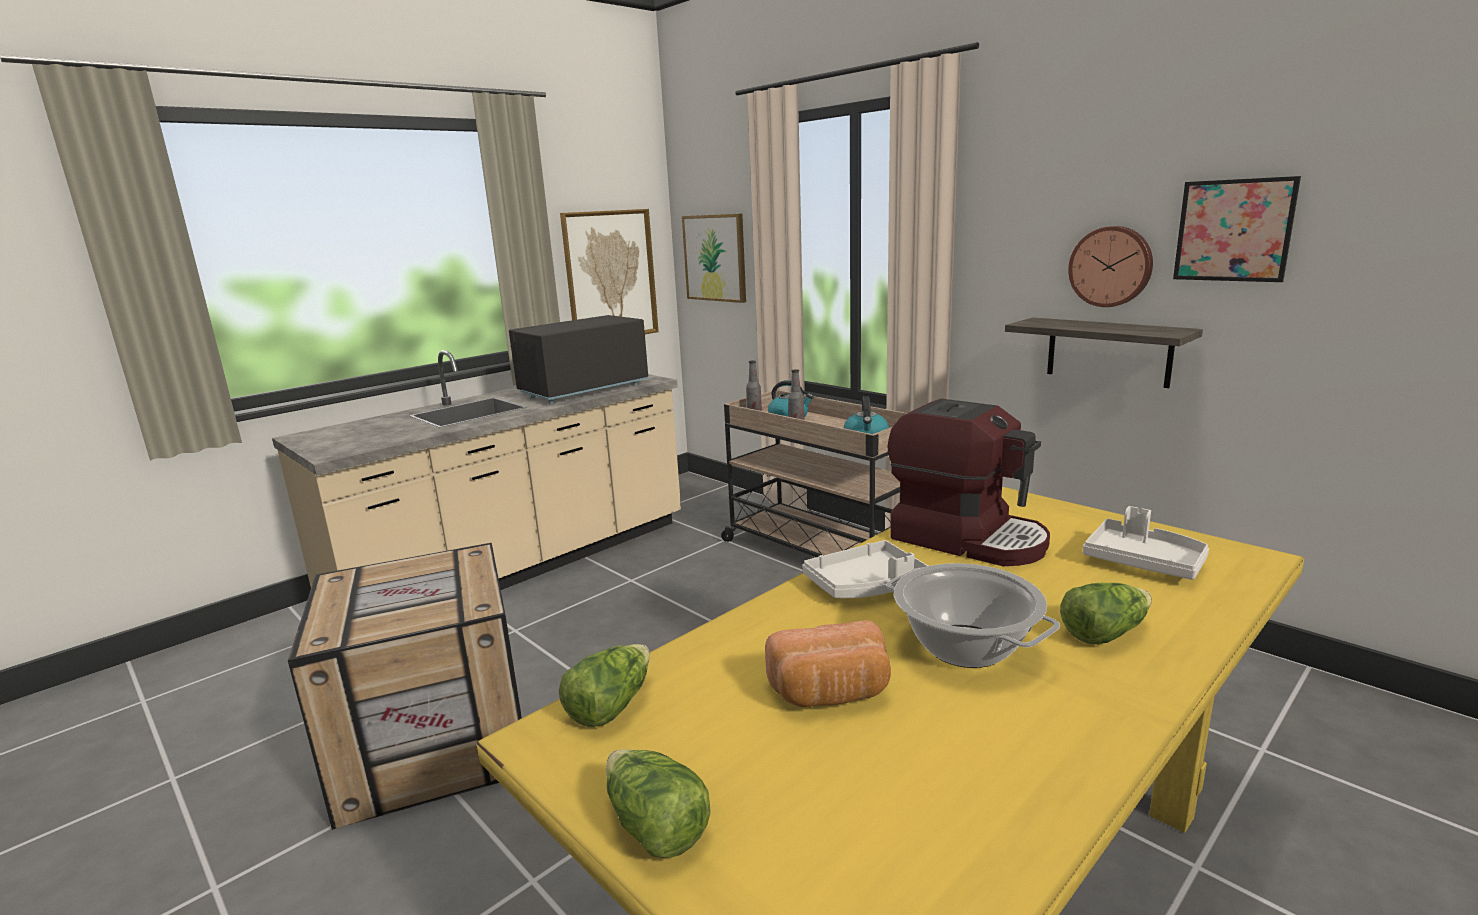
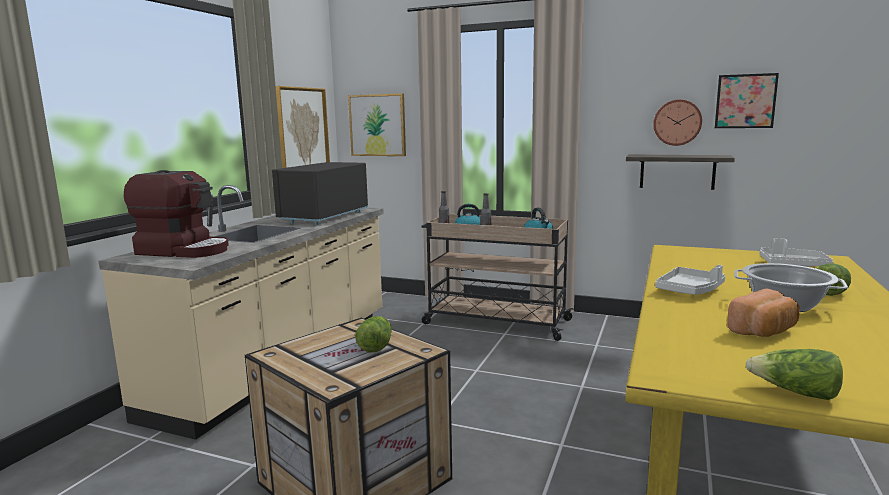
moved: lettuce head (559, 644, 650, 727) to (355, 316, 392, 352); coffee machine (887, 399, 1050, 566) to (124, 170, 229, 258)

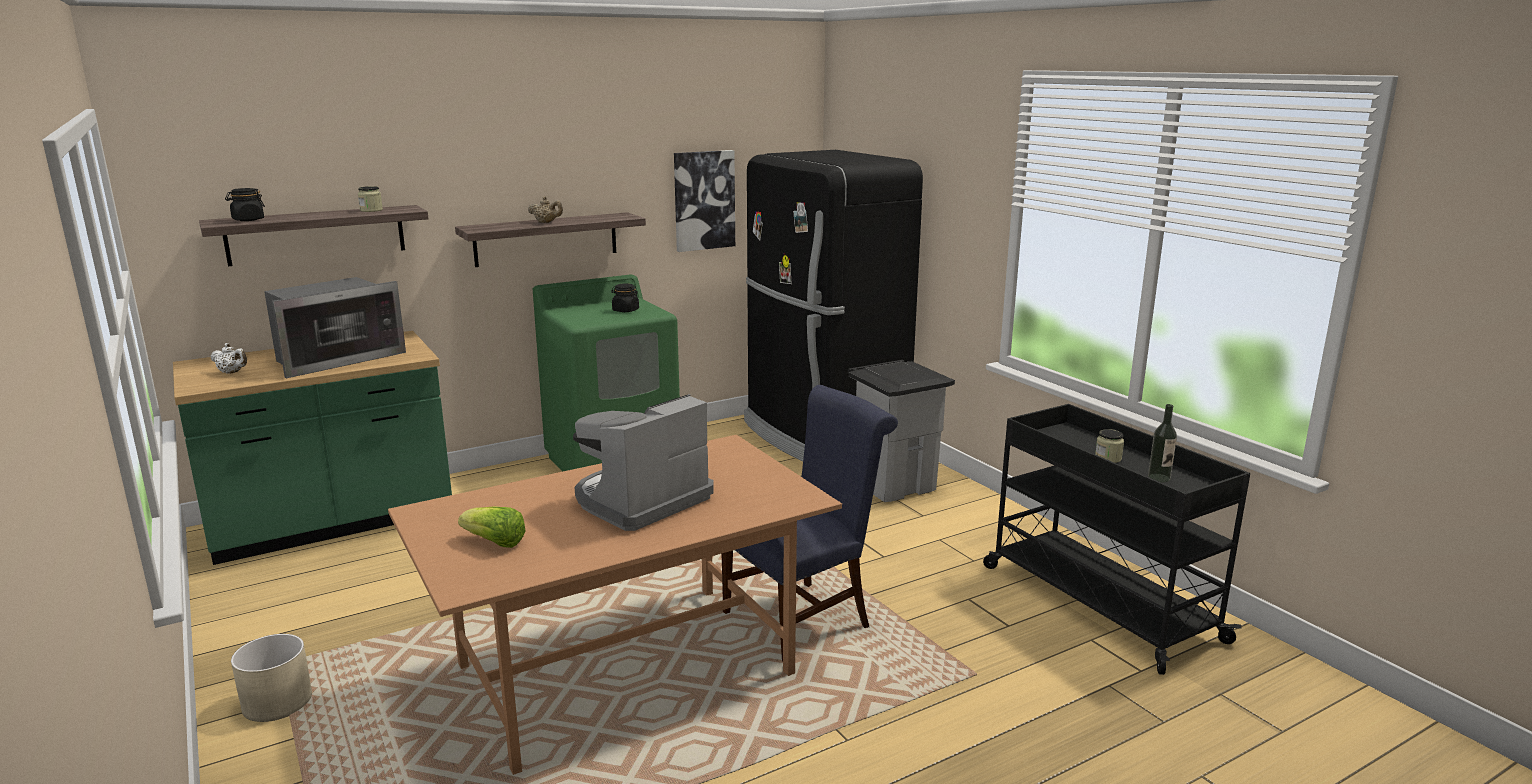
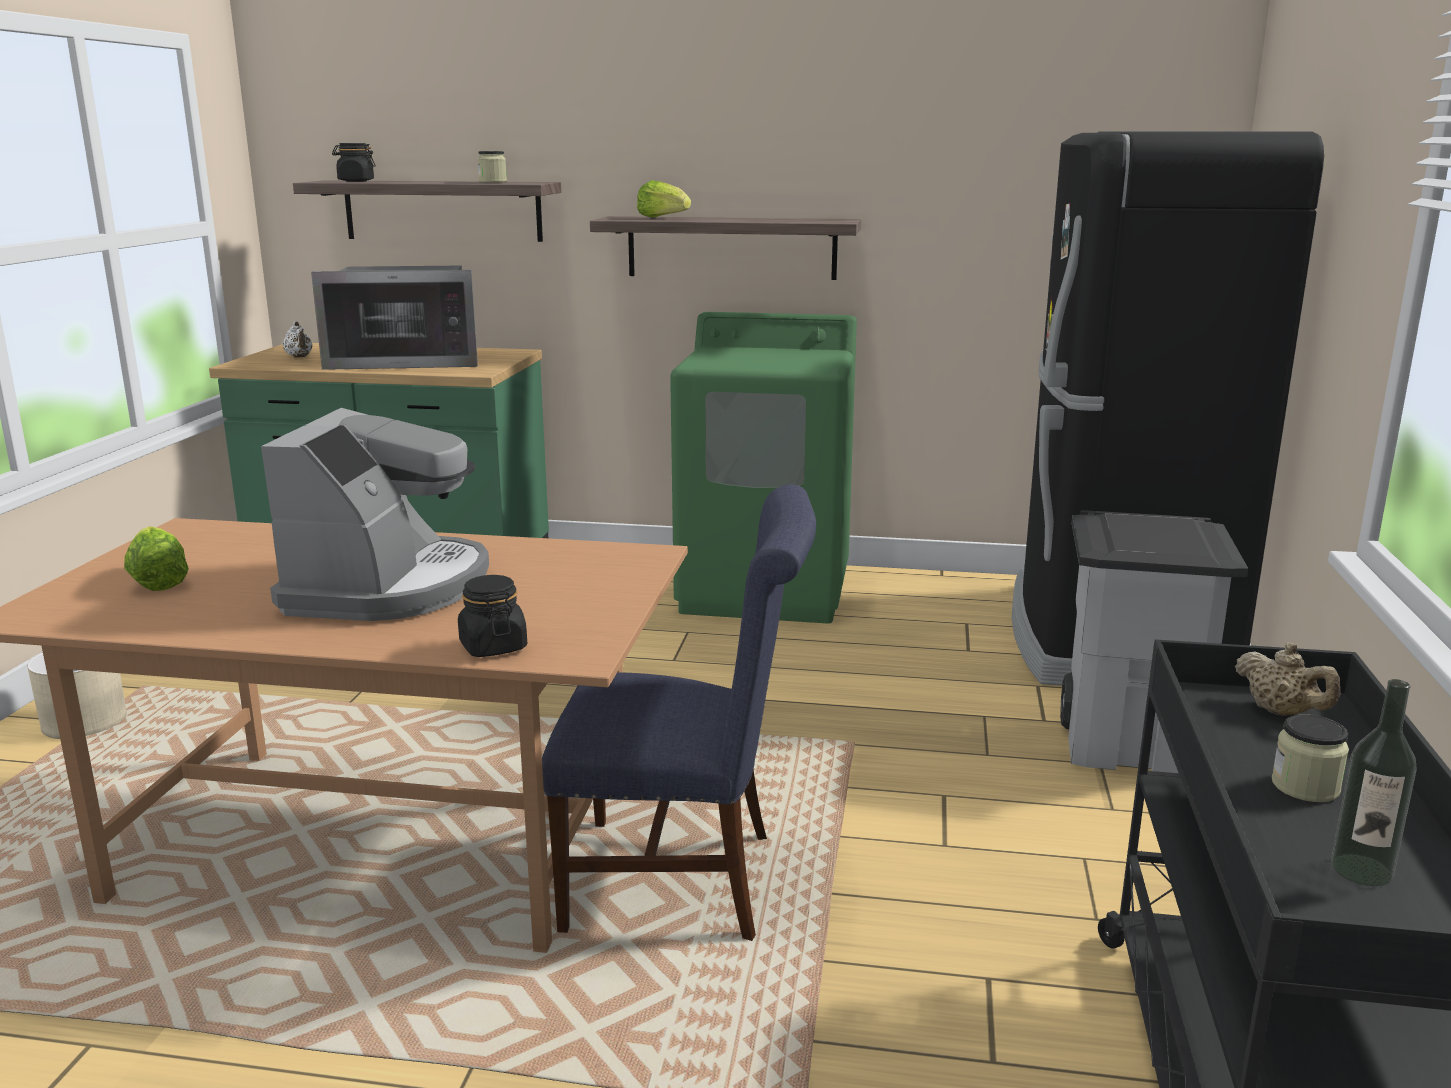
removed: picture (674, 150, 735, 252)
added: lettuce head (637, 180, 691, 218)
moved: sand-coloured tea pot (528, 196, 563, 223) to (1235, 642, 1341, 716); blackish storage jar (611, 283, 639, 312) to (458, 575, 527, 657)
turned: coffee machine (573, 394, 714, 531) = (261, 408, 489, 621) 105 degrees clockwise

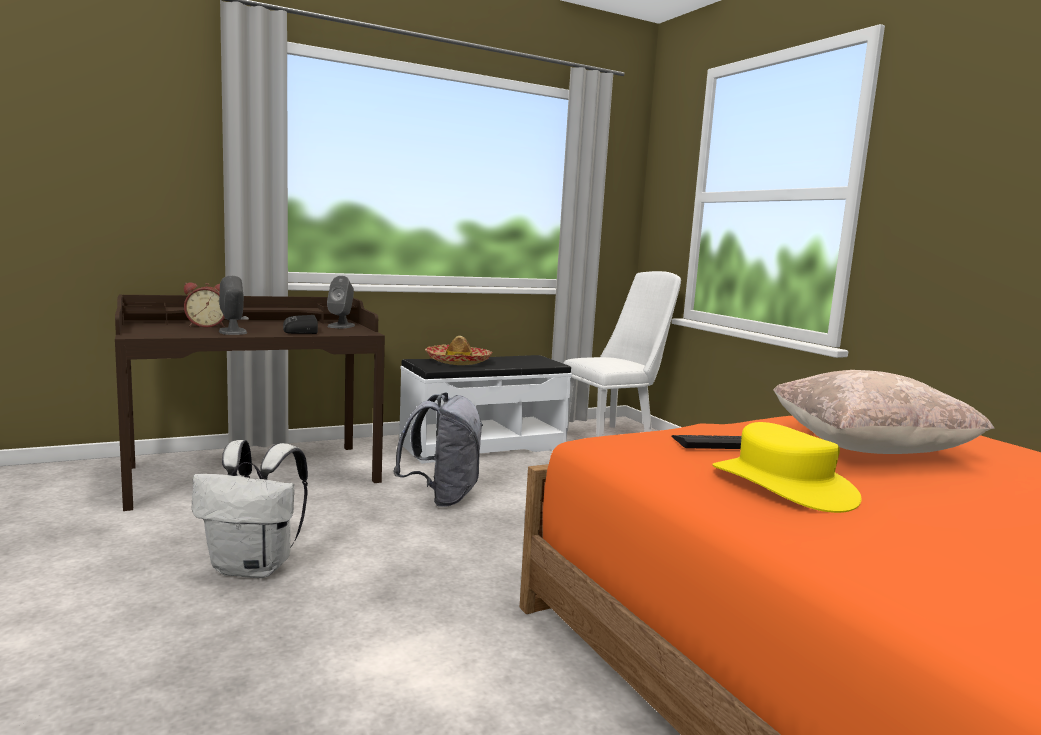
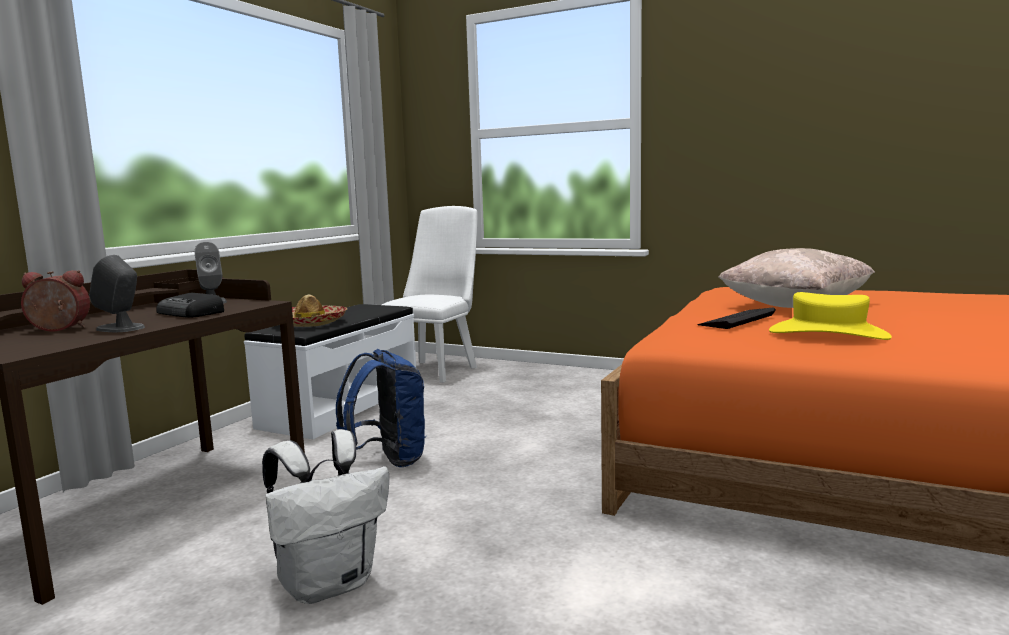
recoloured: gray rucksack (393, 392, 483, 507) to blue rucksack (336, 349, 426, 467)
turned: table clock (184, 282, 225, 327) = (21, 270, 90, 332) 135 degrees counterclockwise

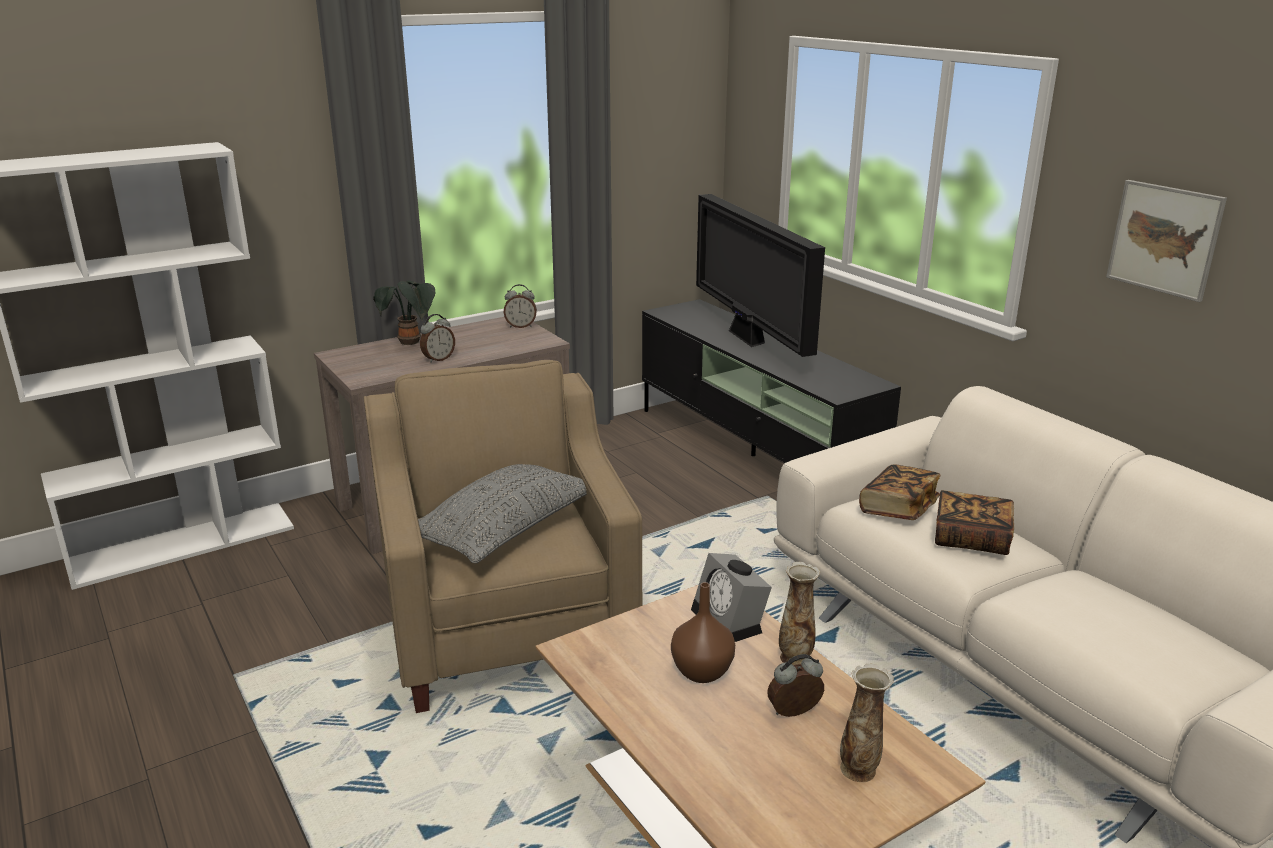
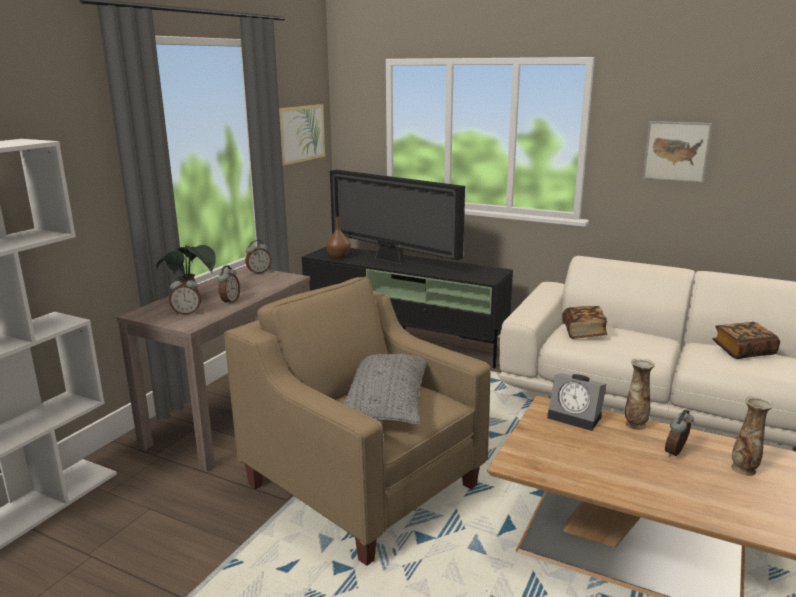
added: table clock (169, 275, 201, 315); picture (279, 104, 325, 166)
moved: brownish flower vase (671, 582, 735, 683) to (326, 217, 351, 258); bound book (935, 490, 1014, 555) to (713, 322, 780, 359)

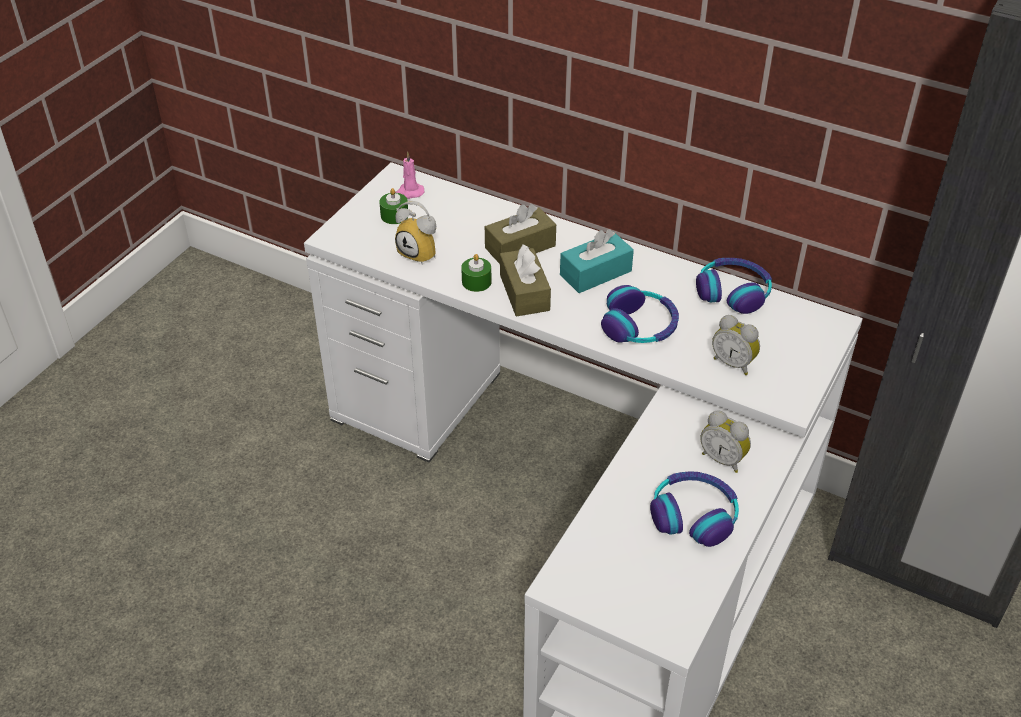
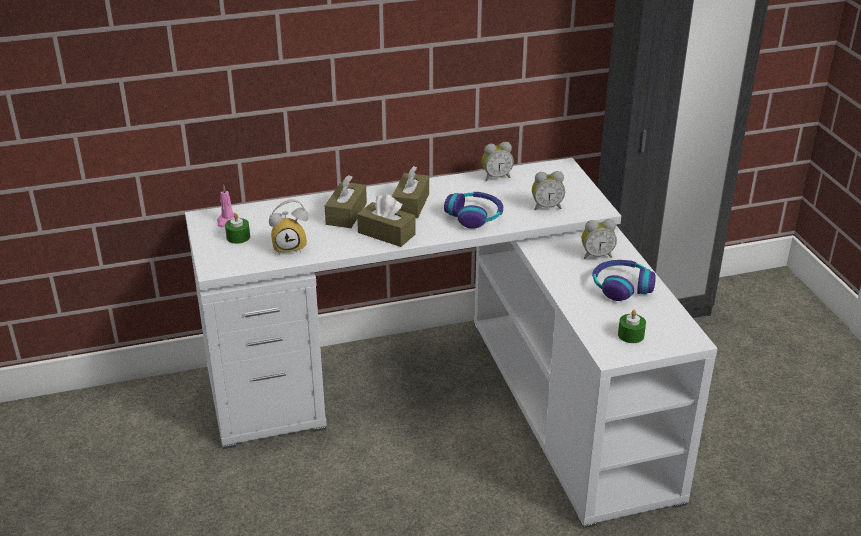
moved: greenish candle (461, 254, 491, 292) to (618, 310, 646, 343)
replaced: headset (696, 258, 772, 314) to table clock (482, 142, 514, 181)
recoloured: turquoise-coloured tissue holder (560, 229, 634, 293) to brownish tissue holder (392, 166, 429, 218)

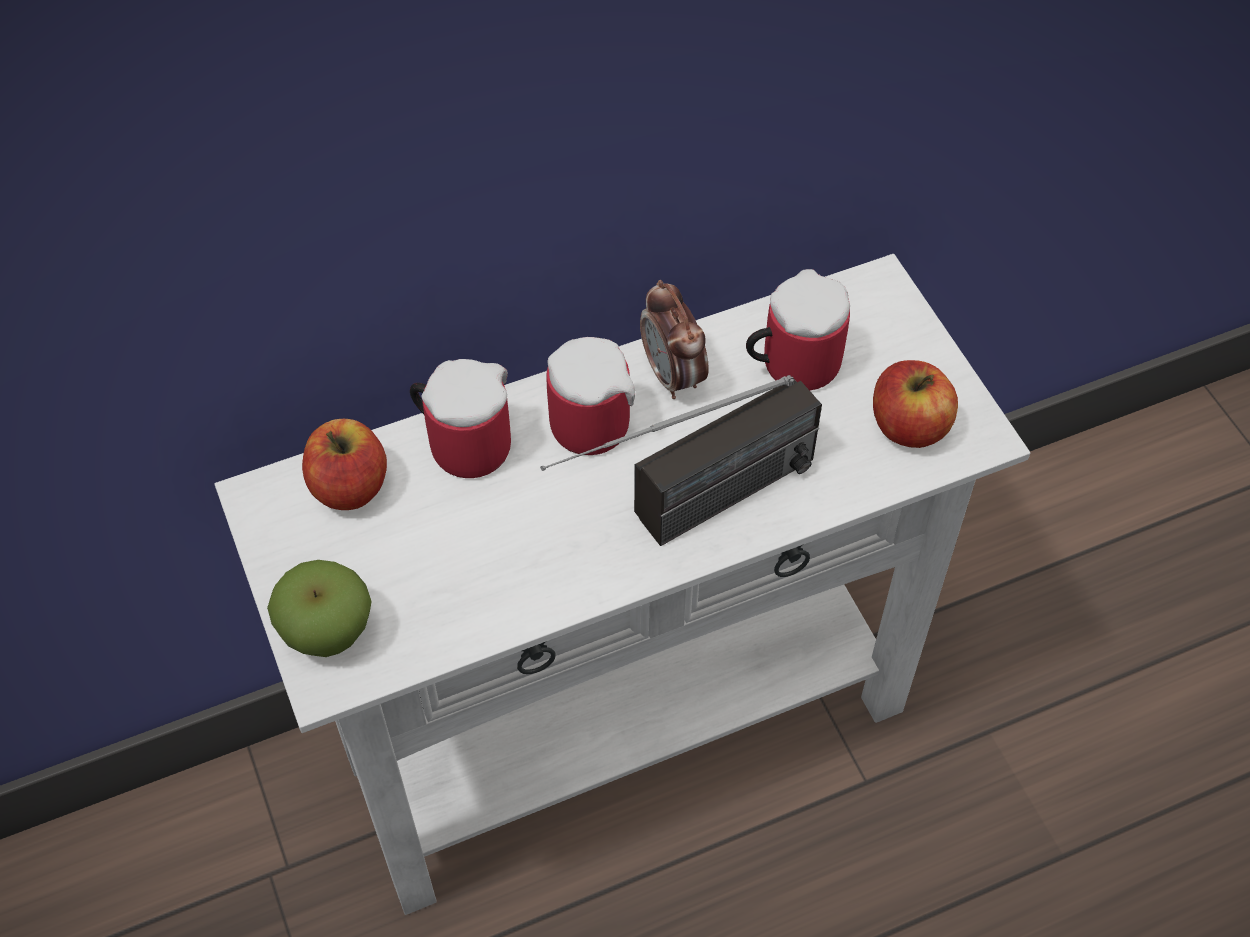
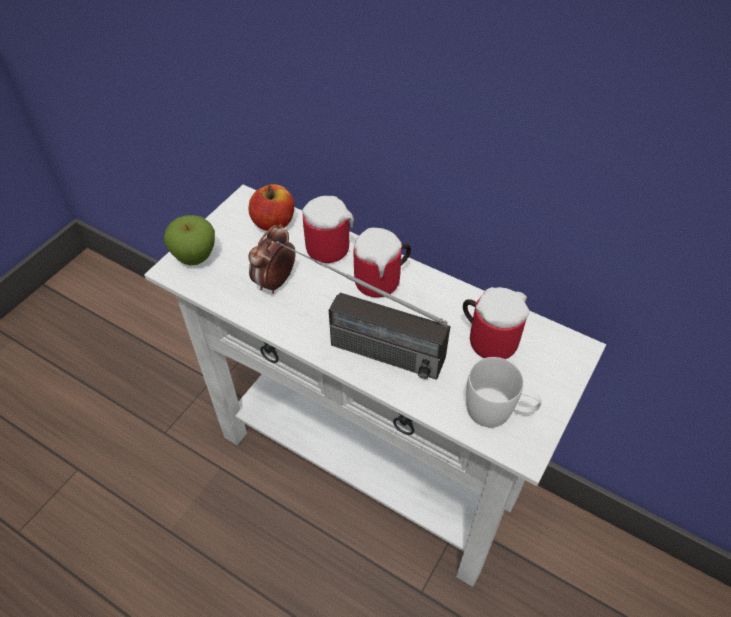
moved: table clock (640, 280, 709, 399) to (248, 224, 296, 294)
replaced: whole apple (873, 360, 958, 448) to white tea mug (466, 357, 541, 427)

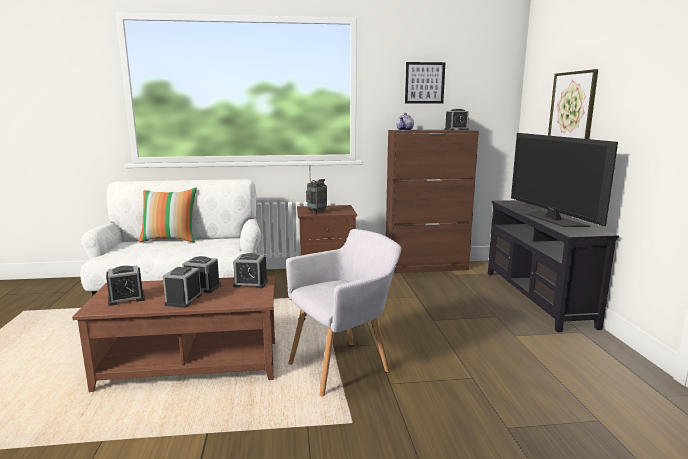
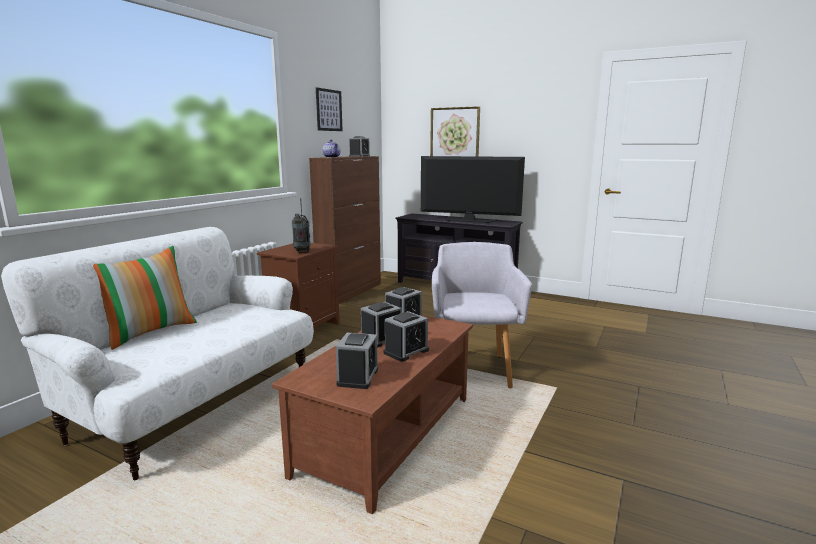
turned: table clock (163, 267, 202, 308) = (383, 311, 429, 362) 90 degrees counterclockwise

